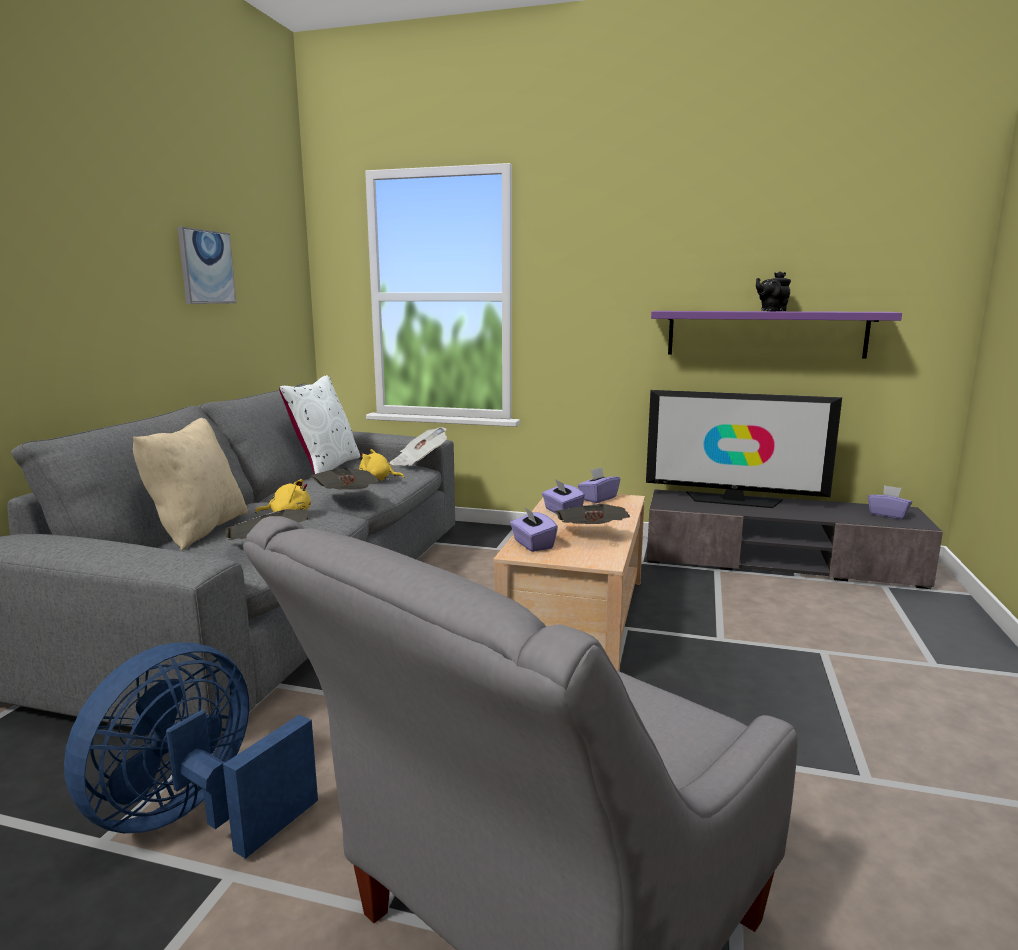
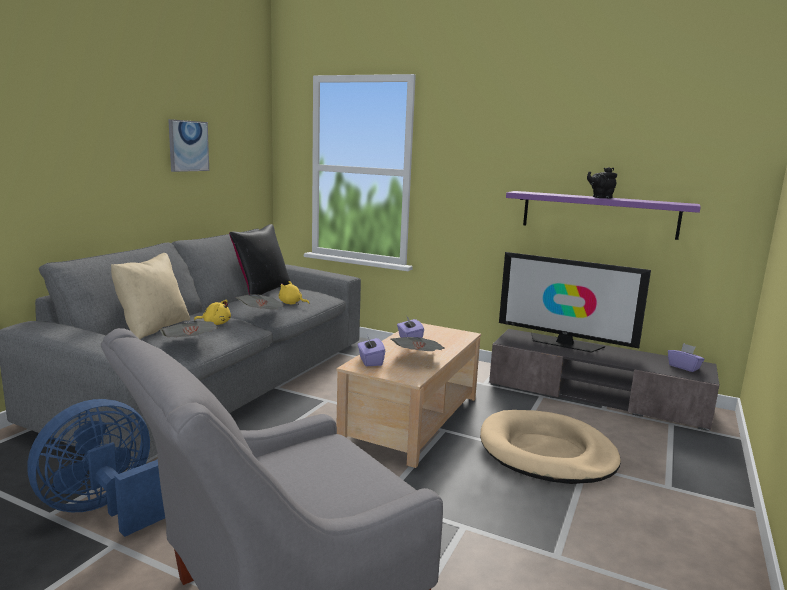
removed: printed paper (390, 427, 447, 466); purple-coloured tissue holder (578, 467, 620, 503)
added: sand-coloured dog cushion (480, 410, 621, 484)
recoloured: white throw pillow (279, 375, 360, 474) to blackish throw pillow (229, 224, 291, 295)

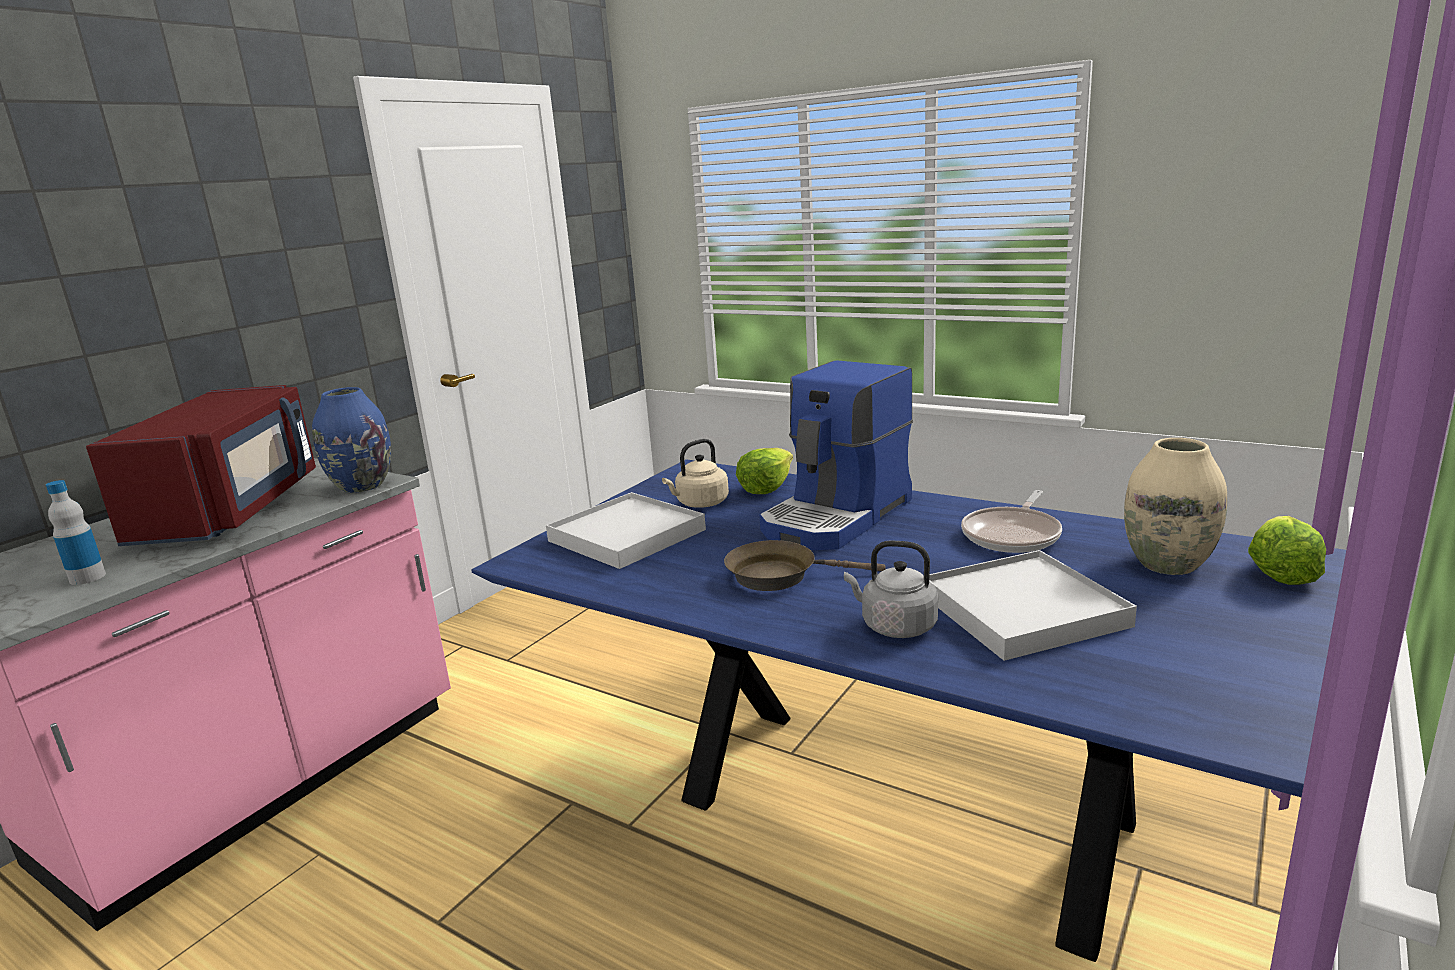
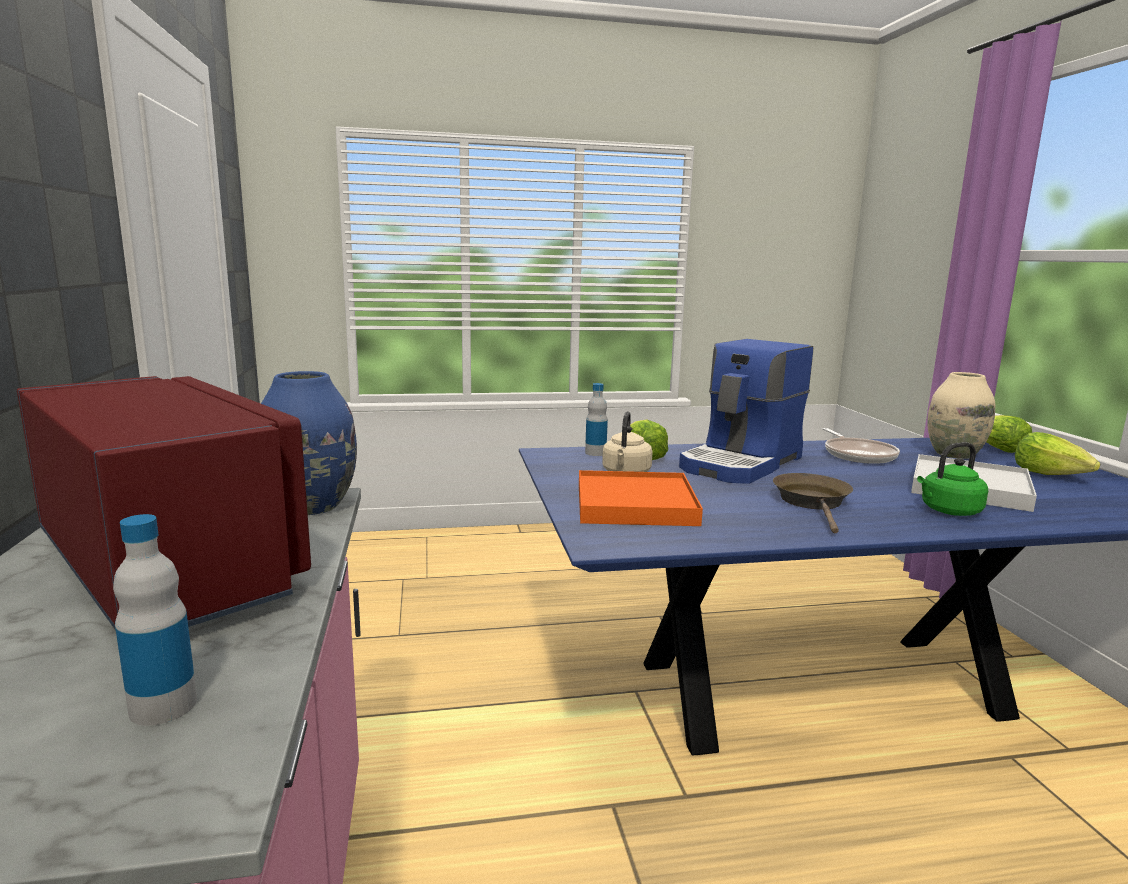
added: drink bottle (585, 383, 608, 456); lettuce head (1015, 432, 1100, 475)
recoloured: white tray (546, 492, 706, 569) to orange tray (579, 470, 703, 526); gray tea kettle (844, 541, 938, 638) to greenish tea kettle (917, 442, 988, 516)
turned: brownish frying pan (724, 540, 886, 591) = (773, 473, 853, 534) 135 degrees clockwise; coffee machine (760, 360, 913, 550) = (679, 339, 813, 484) 45 degrees clockwise

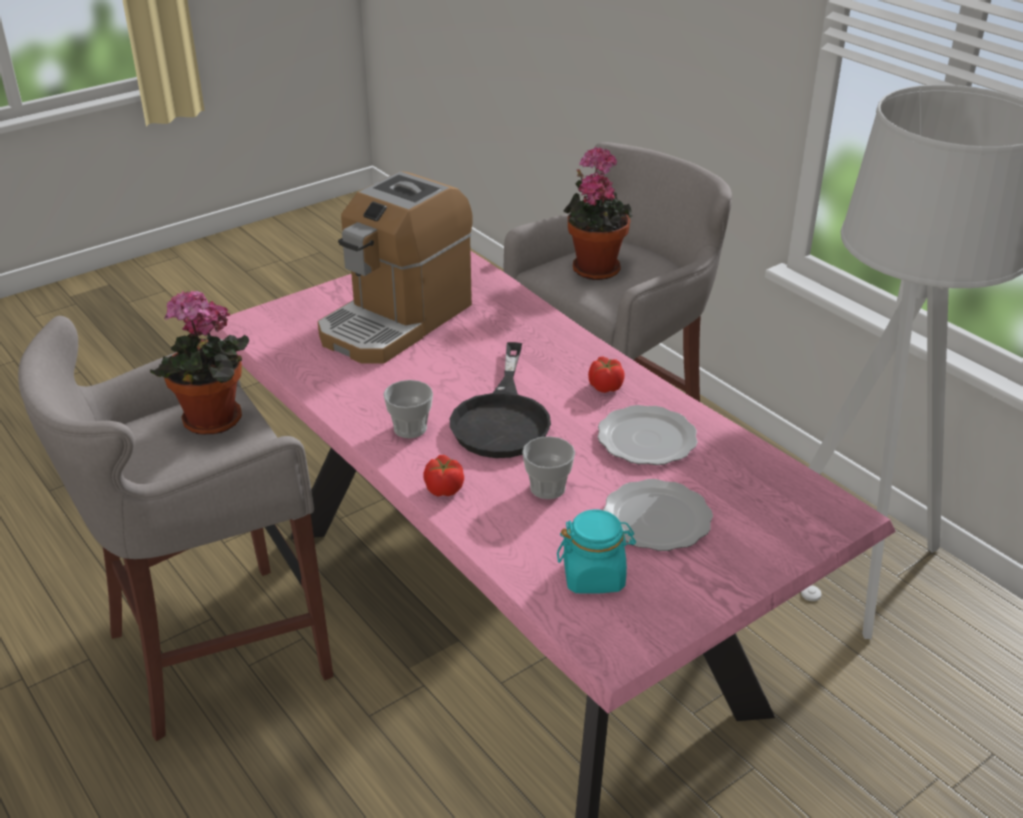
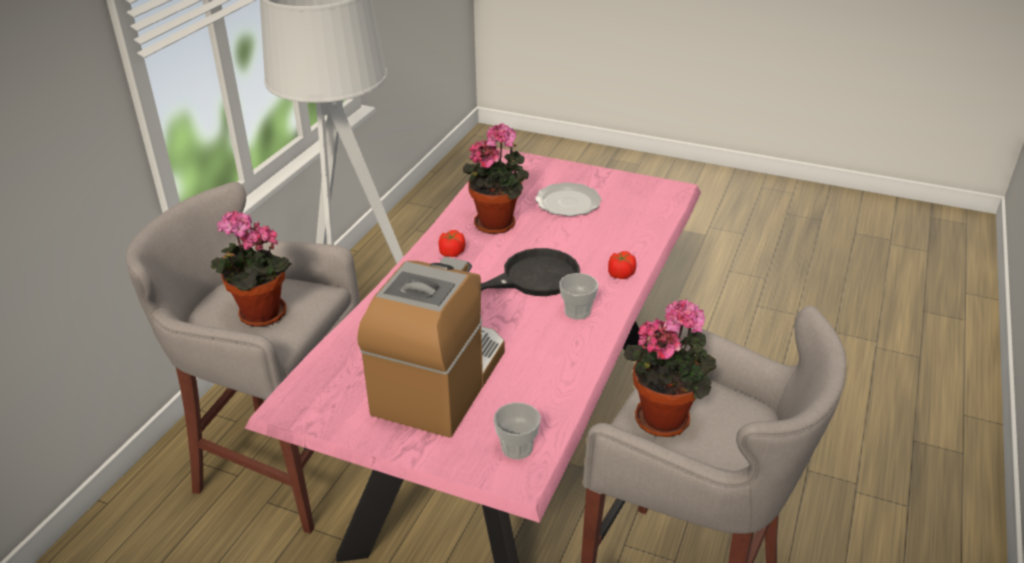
removed: turquoise-coloured storage jar (557, 510, 636, 594)
moved: cup (522, 436, 575, 499) to (493, 402, 541, 459)
replaced: flat dish (598, 405, 698, 465) to houseplant (463, 123, 529, 234)
turned: coffee machine (318, 171, 473, 364) = (357, 257, 505, 438) 75 degrees counterclockwise

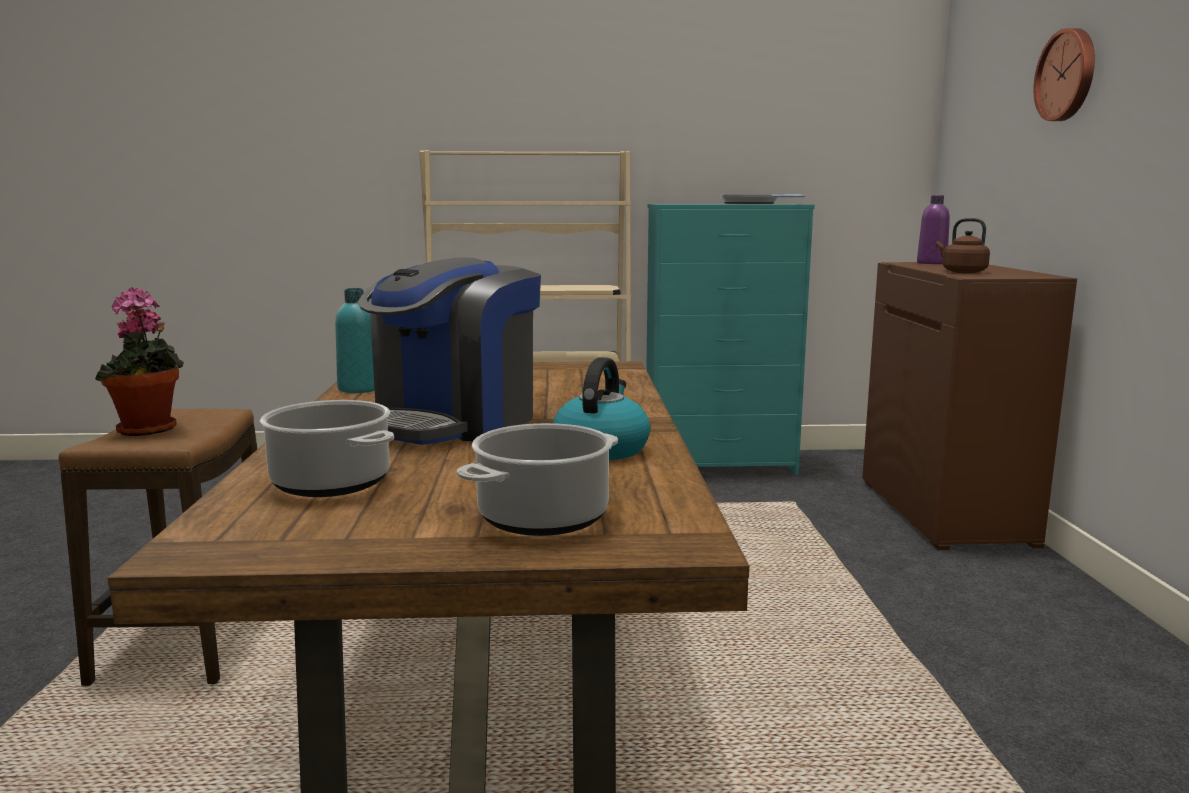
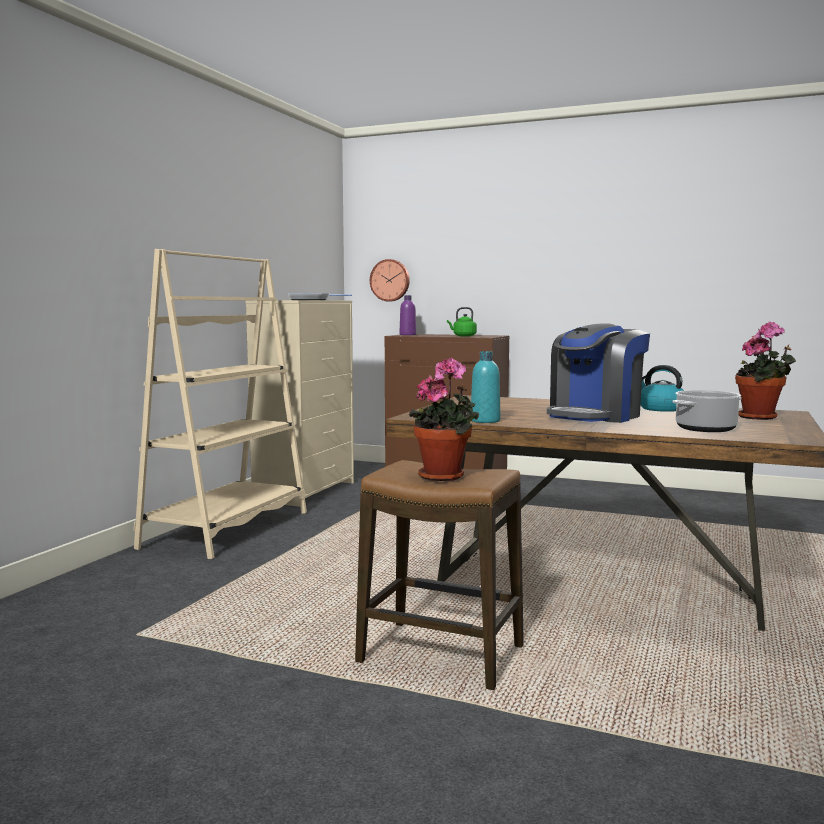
moved: hanging clock (1033, 28, 1095, 121) to (370, 259, 410, 302)
replaced: cooking pot (457, 423, 618, 536) to houseplant (735, 322, 796, 420)
recoloured: turquoise-coloured dresser (646, 204, 815, 475) to sand-coloured dresser (245, 300, 354, 507); brownish tea kettle (936, 218, 990, 273) to greenish tea kettle (447, 307, 477, 337)
turned: coffee machine (358, 257, 541, 445) = (547, 323, 650, 423) 75 degrees clockwise

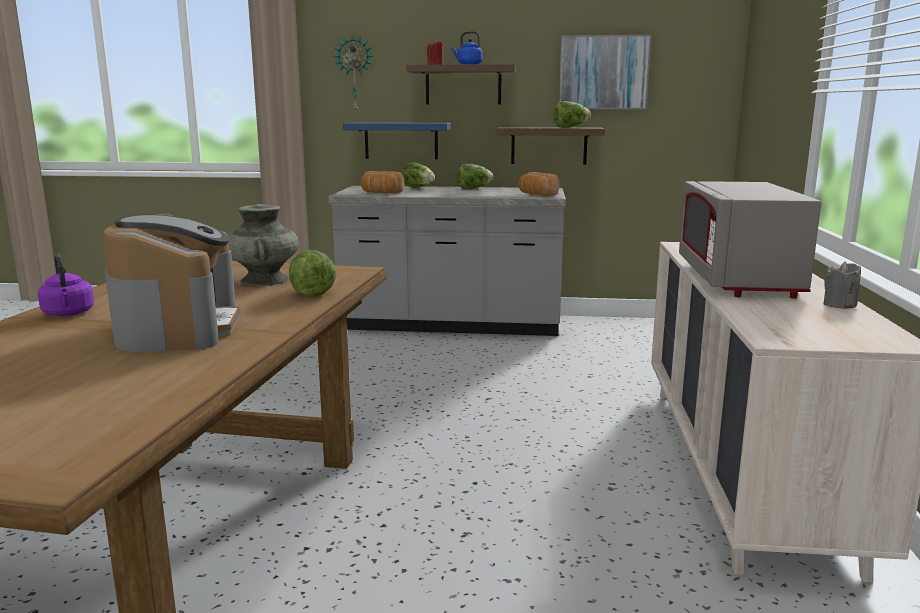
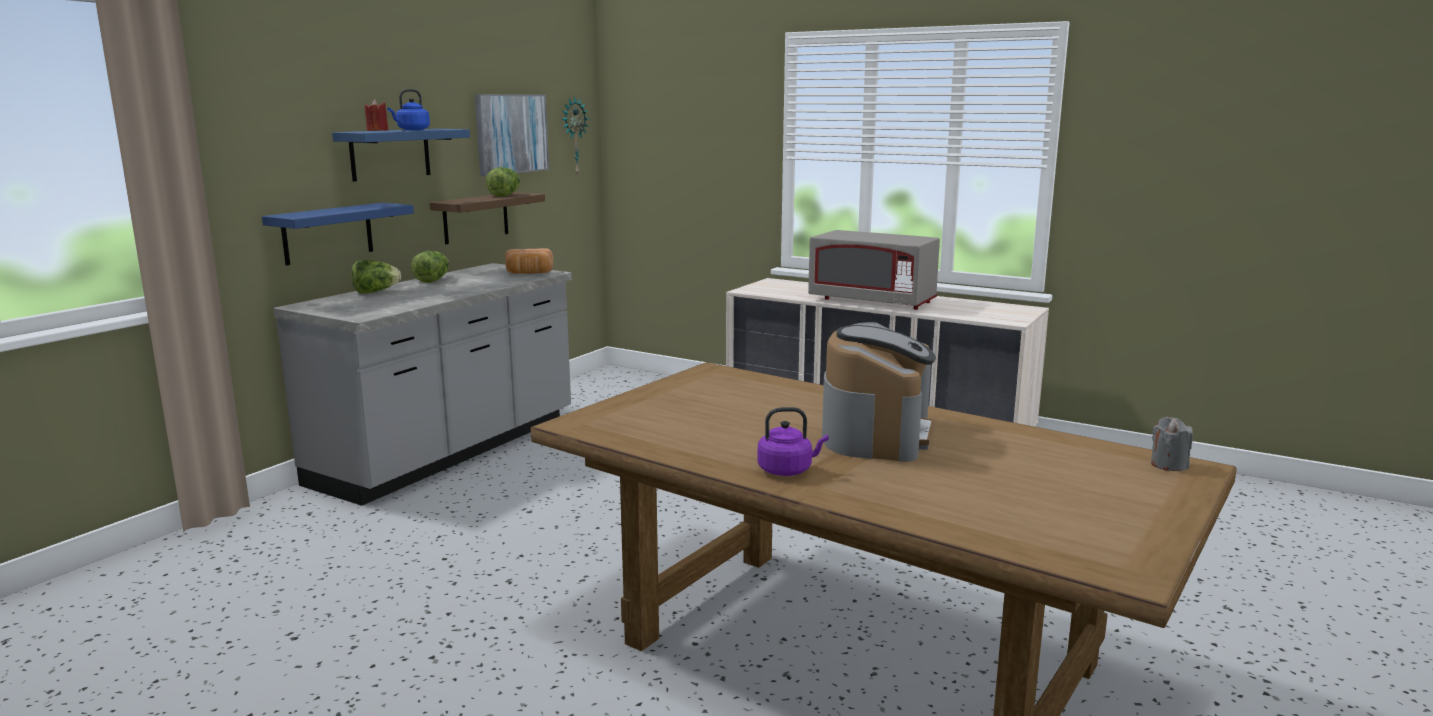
removed: turquoise-coloured flower vase (228, 204, 299, 286); lettuce head (289, 250, 336, 297); baked bread (361, 171, 404, 193)
moved: hanging clock (334, 35, 374, 113) to (562, 97, 589, 175); gray candle (823, 261, 861, 309) to (1151, 417, 1193, 471)
recoloured: brownish bracket shelf (406, 64, 516, 104) to blue bracket shelf (332, 129, 470, 182)
turned: coffee machine (103, 214, 241, 352) = (822, 322, 936, 462) 90 degrees clockwise

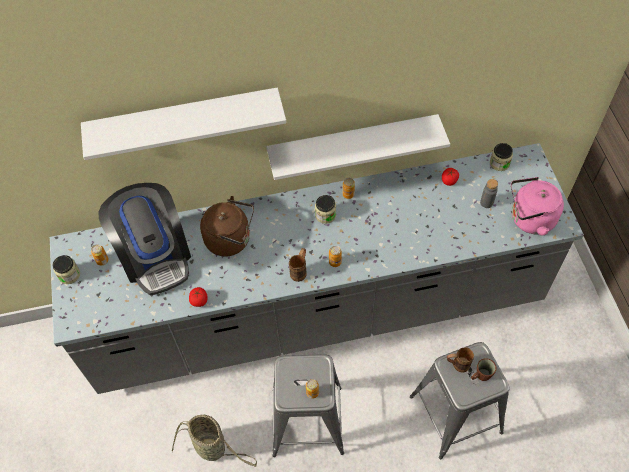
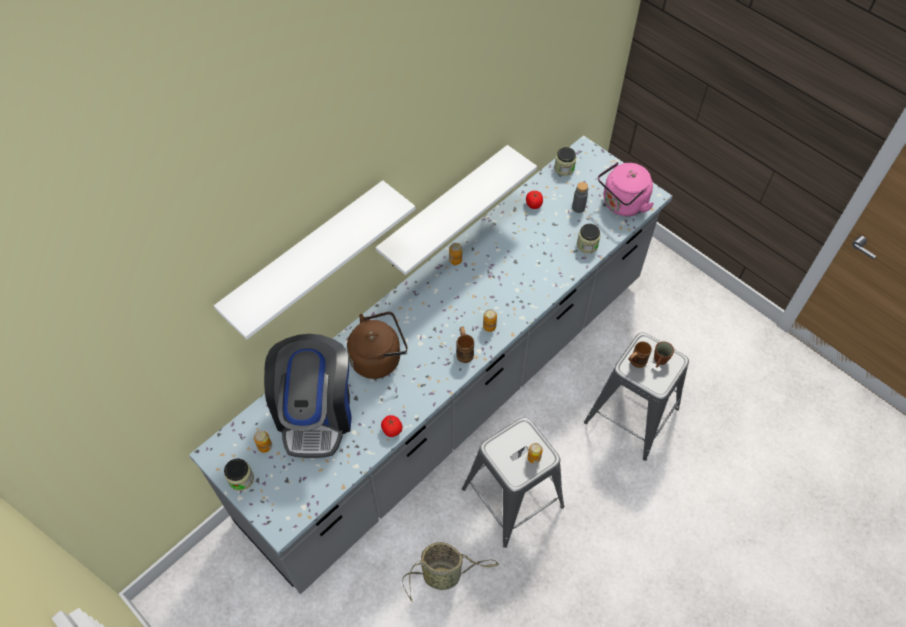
moved: storage jar (315, 195, 336, 224) to (577, 224, 601, 253)
turned: coffee machine (98, 183, 191, 295) = (264, 334, 352, 458) 60 degrees clockwise

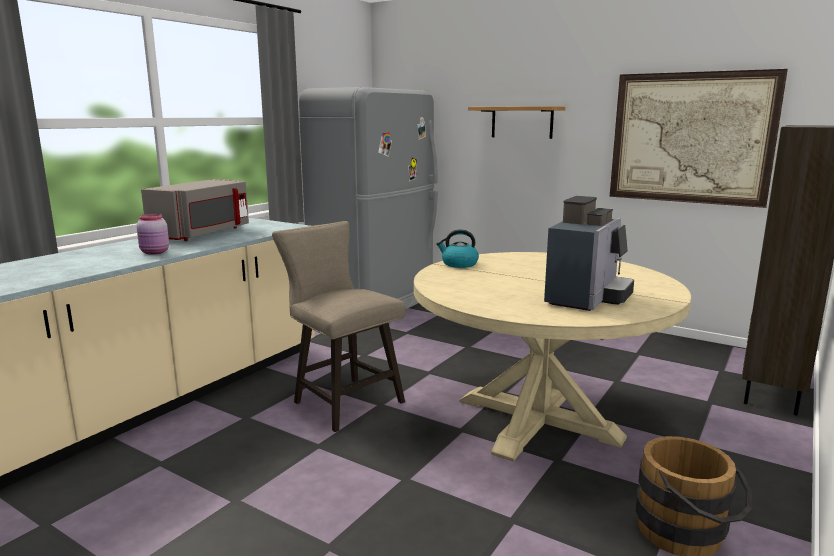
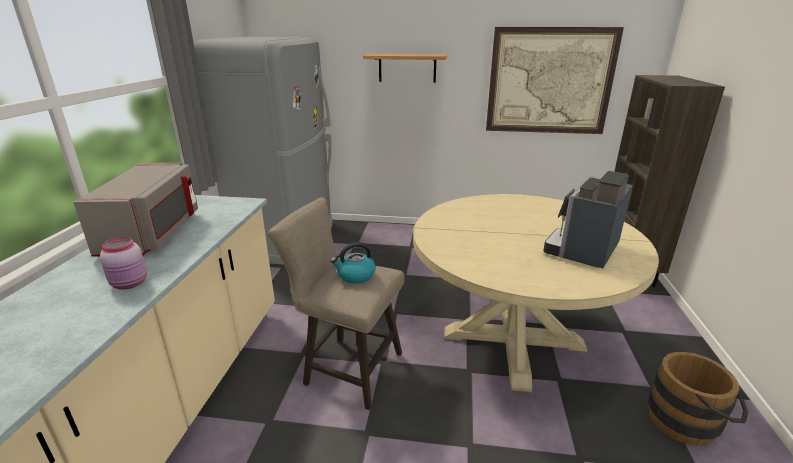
moved: tea kettle (436, 229, 479, 268) to (330, 242, 376, 284)
turned: coffee machine (544, 196, 634, 311) = (543, 171, 633, 268) 150 degrees counterclockwise

